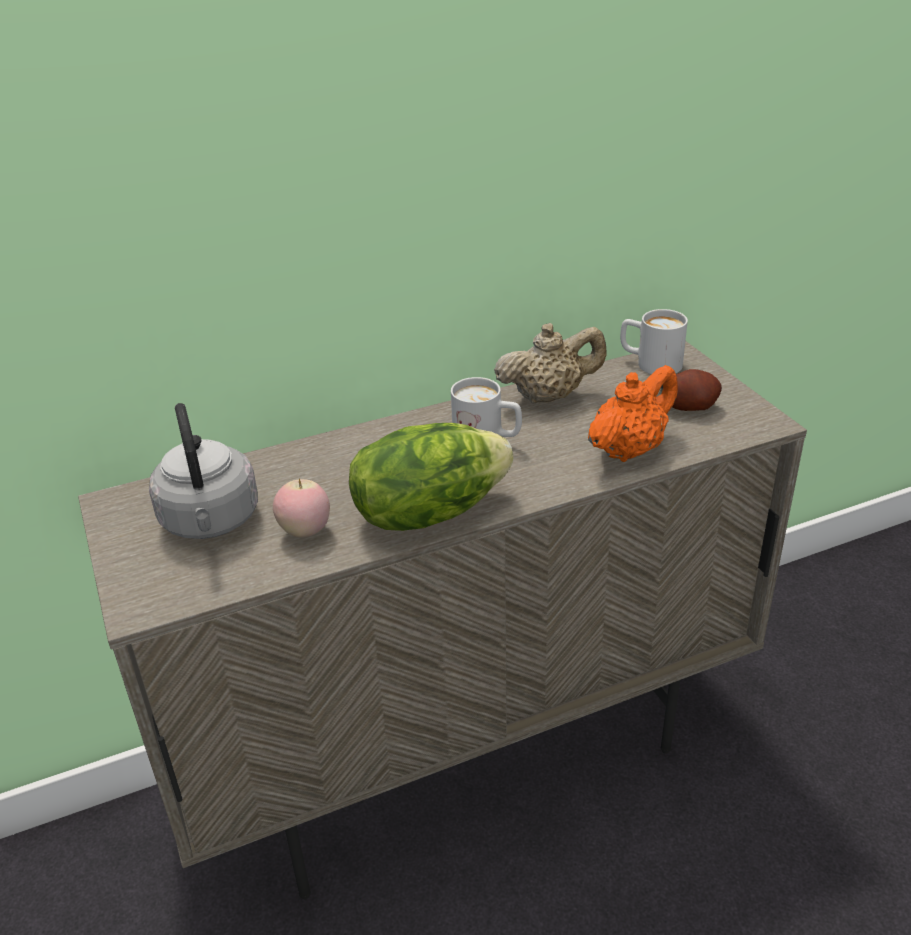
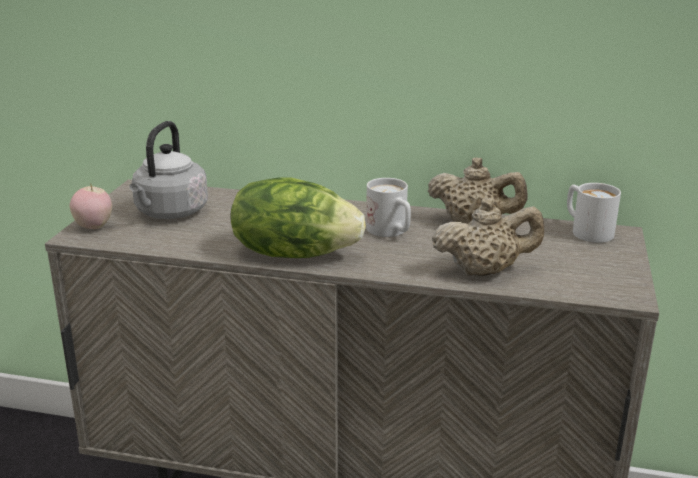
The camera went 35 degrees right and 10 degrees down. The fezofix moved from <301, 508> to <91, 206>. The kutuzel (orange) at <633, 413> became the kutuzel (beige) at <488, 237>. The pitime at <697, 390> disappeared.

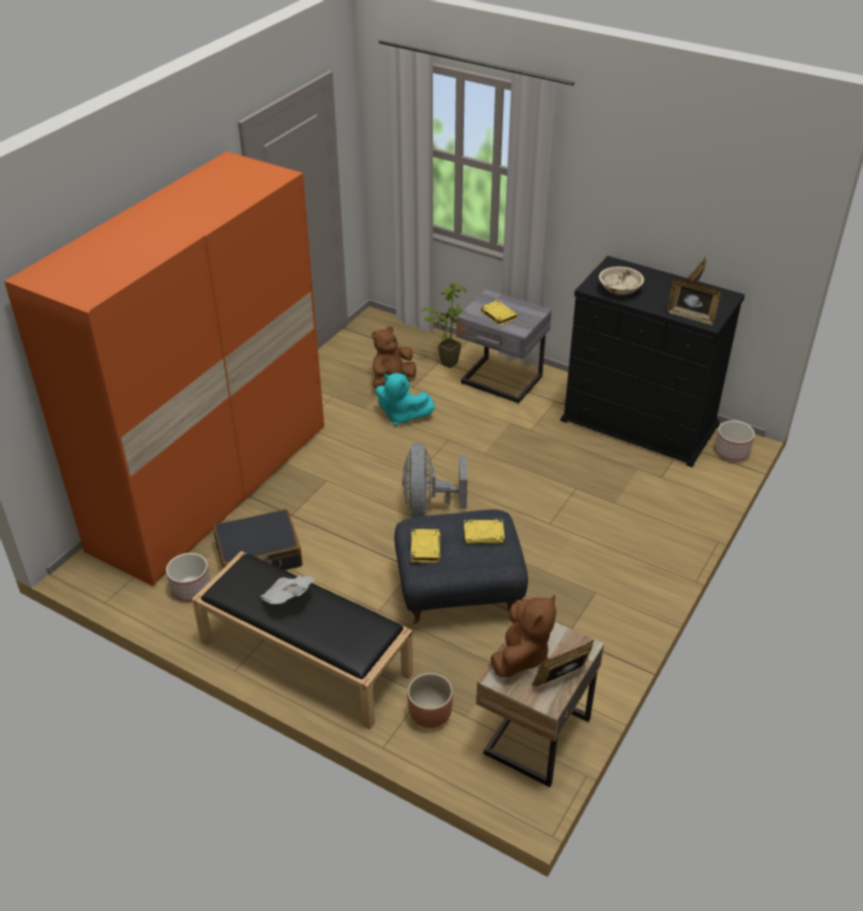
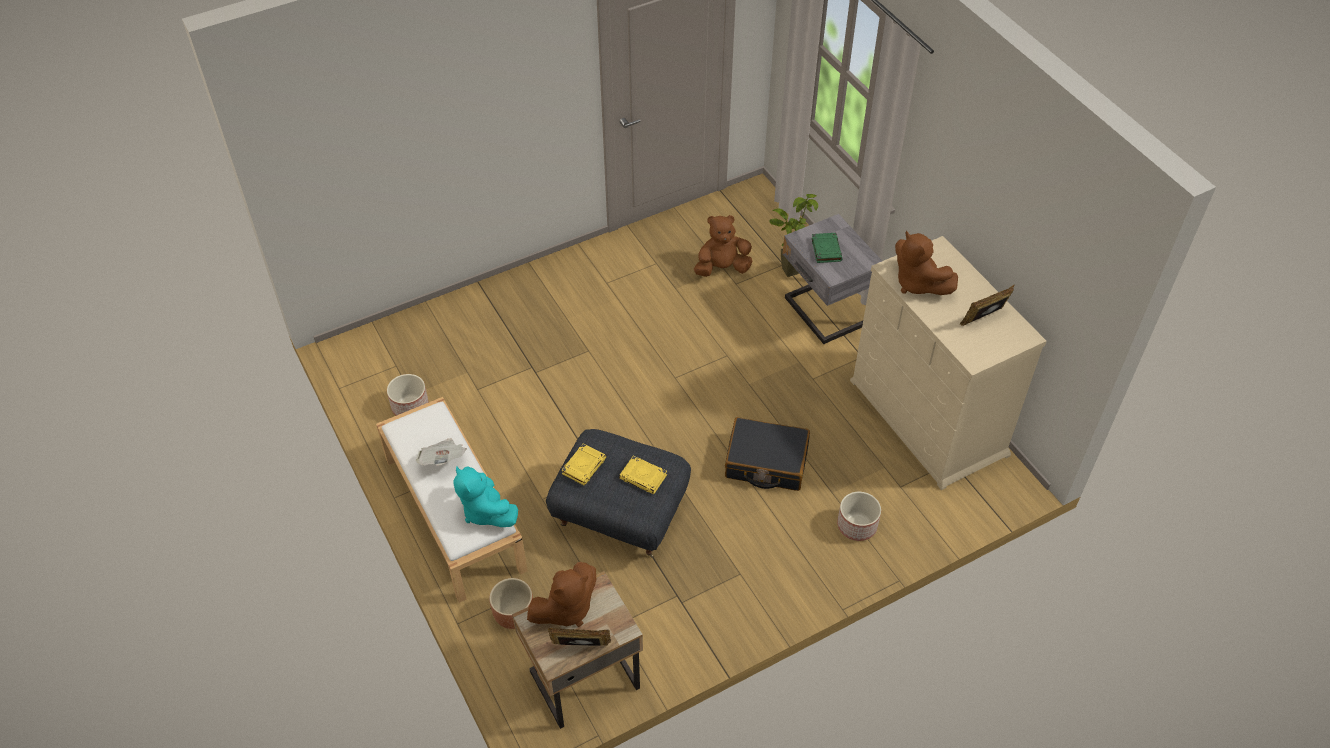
The camera went 30 degrees right and 10 degrees up. The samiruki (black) at <302, 640> became the samiruki (white) at <452, 500>. The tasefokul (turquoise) moved from <405, 399> to <485, 496>. The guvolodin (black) moved from <258, 539> to <767, 454>. The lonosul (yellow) at <499, 313> became the lonosul (green) at <826, 248>. The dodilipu moved from <734, 441> to <859, 516>. The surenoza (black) at <652, 361> became the surenoza (beige) at <948, 363>. The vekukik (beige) at <621, 280> was replaced by the tasefokul (brown) at <926, 263>. The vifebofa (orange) at <164, 368> disappeared. The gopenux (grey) at <434, 480> disappeared. The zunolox at <694, 302> disappeared.

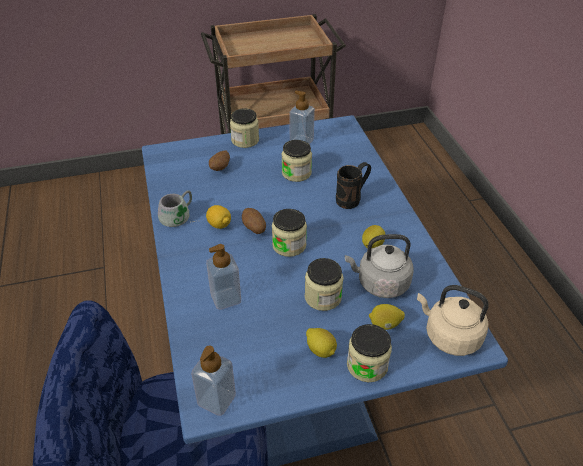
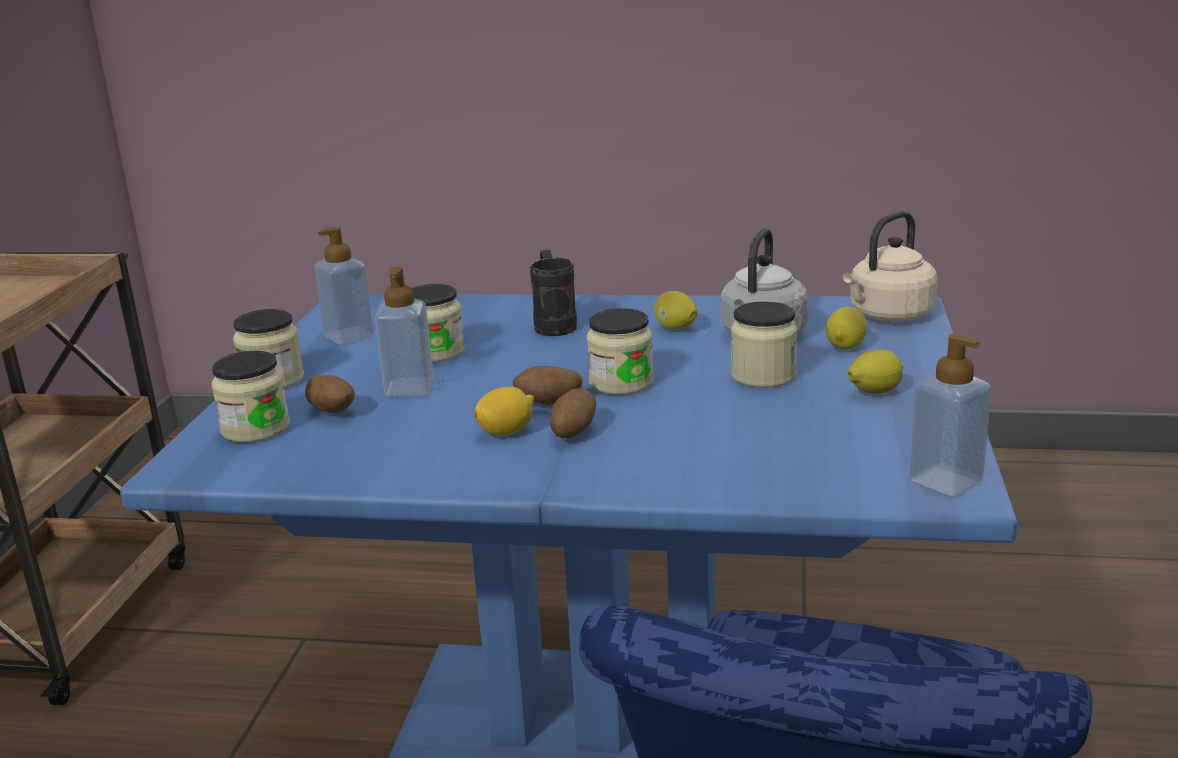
The camera went 65 degrees left and 20 degrees down. The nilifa moved from <369, 353> to <250, 397>. The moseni moved from <223, 277> to <404, 332>. The pitime at <573, 413> appeared. The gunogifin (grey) at <177, 208> disappeared.

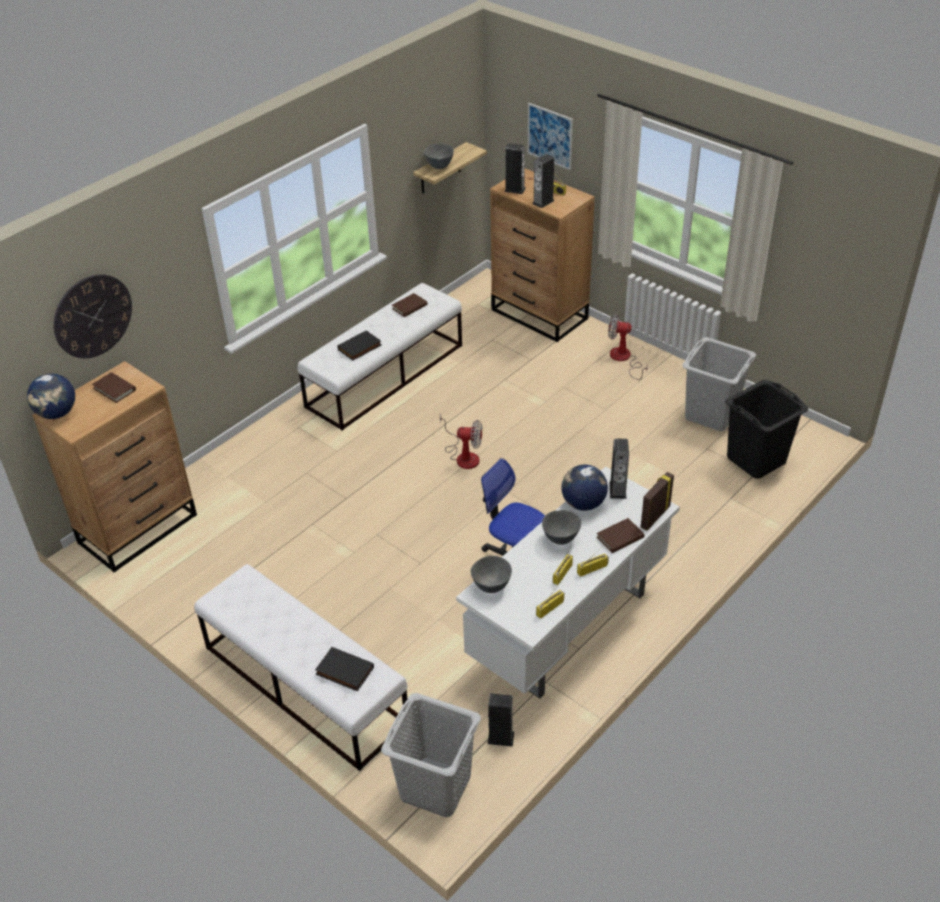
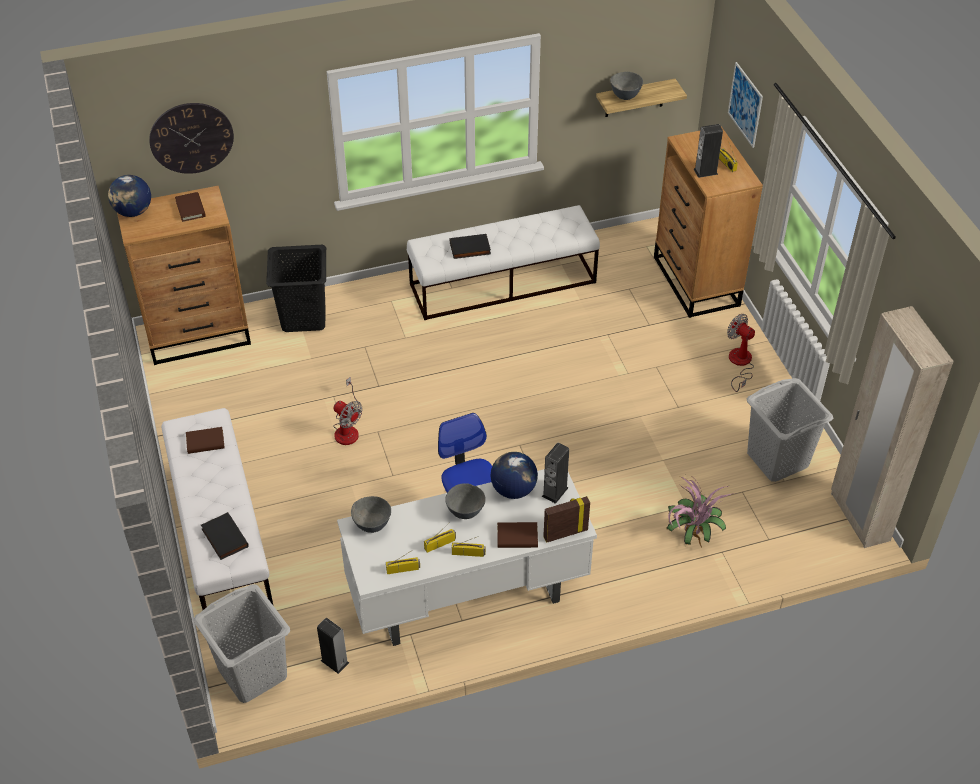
The camera went 30 degrees right and 5 degrees up. The lonosul (brown) moved from <410, 305> to <205, 440>. The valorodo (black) moved from <766, 429> to <296, 288>. The gopenux moved from <461, 441> to <348, 411>. The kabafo at <700, 511> appeared. The vifebofa (beige) at <892, 427> appeared. The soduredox at <514, 168> disappeared.

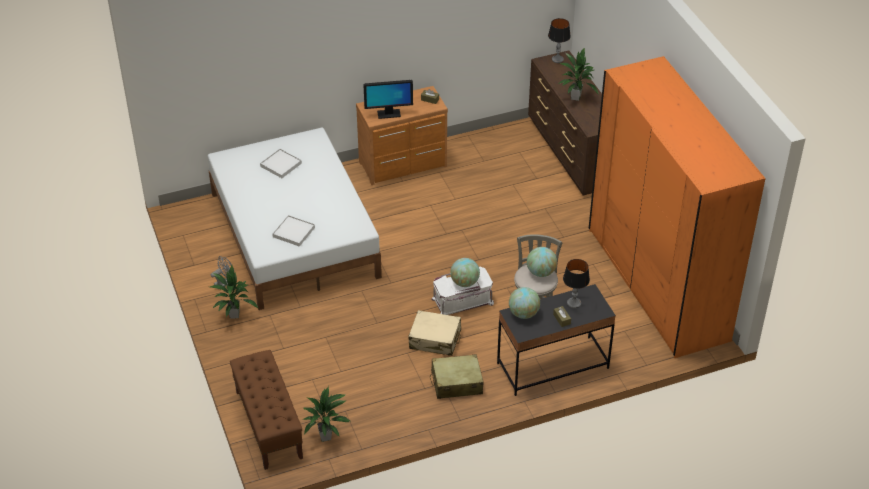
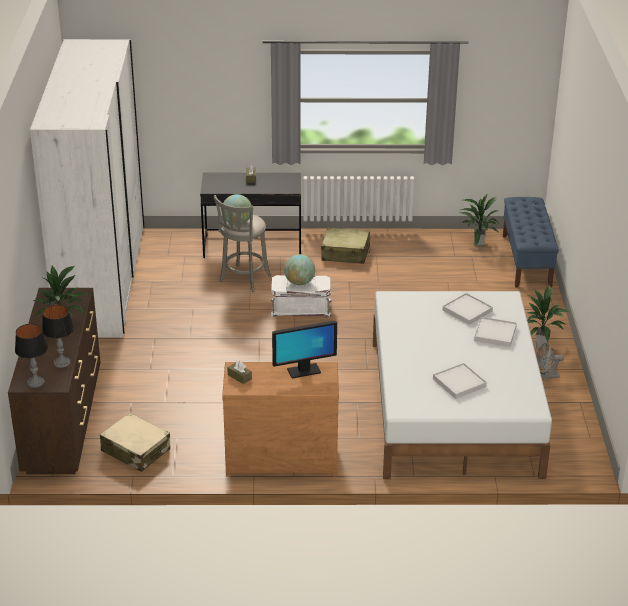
The camera went 160 degrees left and 10 degrees down. The vifebofa (orange) at <677, 207> became the vifebofa (white) at <87, 188>. The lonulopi moved from <576, 283> to <58, 336>. The guvolodin (beige) moved from <434, 333> to <135, 442>. The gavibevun at <388, 99> turned 150 degrees clockwise. The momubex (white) at <495, 332> appeared. The samiruki (brown) at <266, 410> became the samiruki (blue) at <531, 242>. The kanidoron at <524, 303> disappeared.

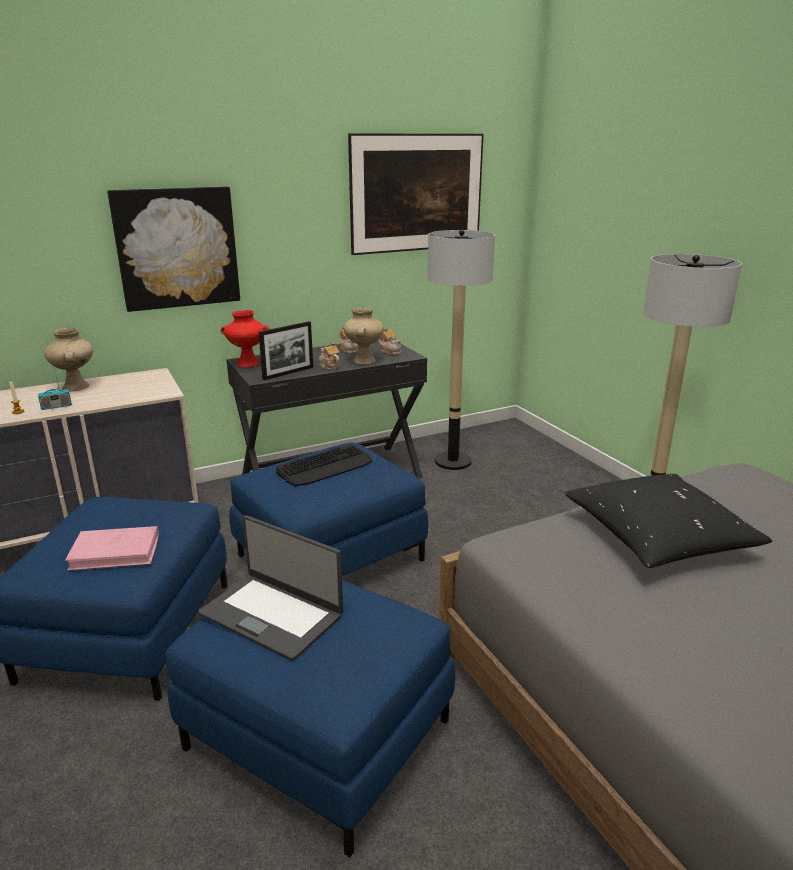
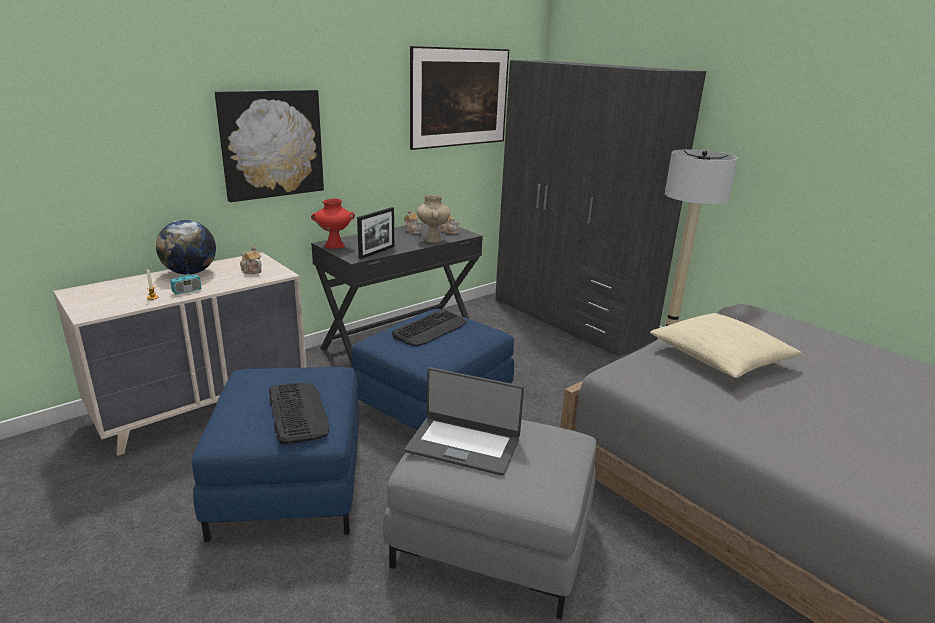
The camera went 15 degrees left and 0 degrees up. The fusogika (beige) at <68, 359> was replaced by the kanidoron at <186, 247>. The kutuzel moved from <329, 355> to <251, 260>. The lonosul (pink) at <112, 548> was replaced by the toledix at <299, 414>. The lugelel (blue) at <310, 718> became the lugelel (grey) at <489, 520>. The vifebofa (grey) at <601, 208> appeared. The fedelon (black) at <668, 521> became the fedelon (beige) at <725, 345>. The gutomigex at <461, 350> disappeared.

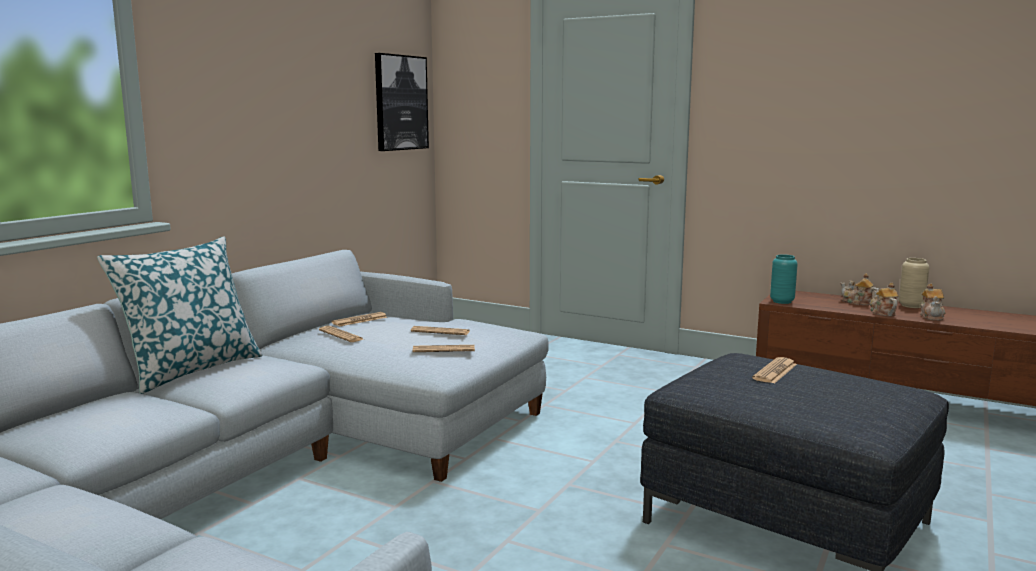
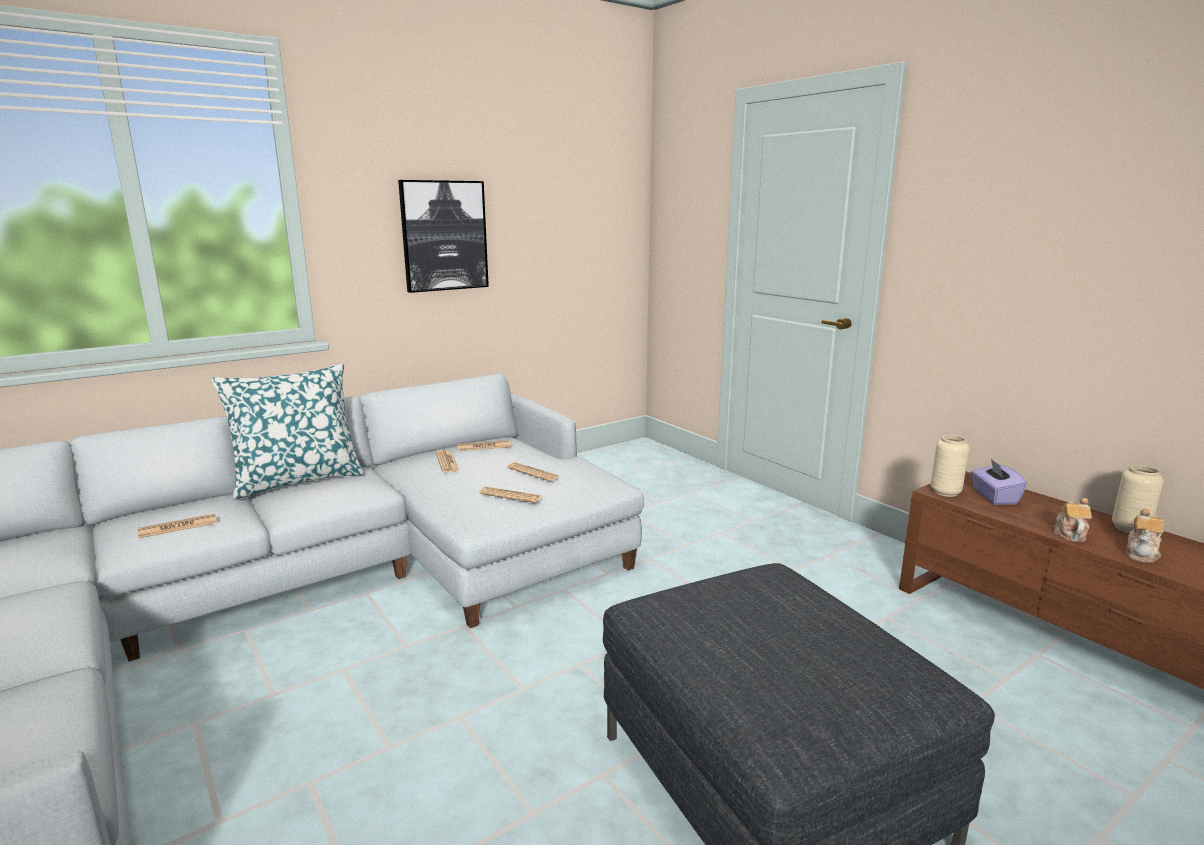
The camera went 25 degrees right and 5 degrees up. The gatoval moved from <774, 370> to <177, 526>. The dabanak moved from <402, 102> to <443, 236>. The fusogika (turquoise) at <784, 279> became the fusogika (beige) at <950, 466>. The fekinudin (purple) at <999, 482> appeared. The kutuzel at <859, 289> disappeared.

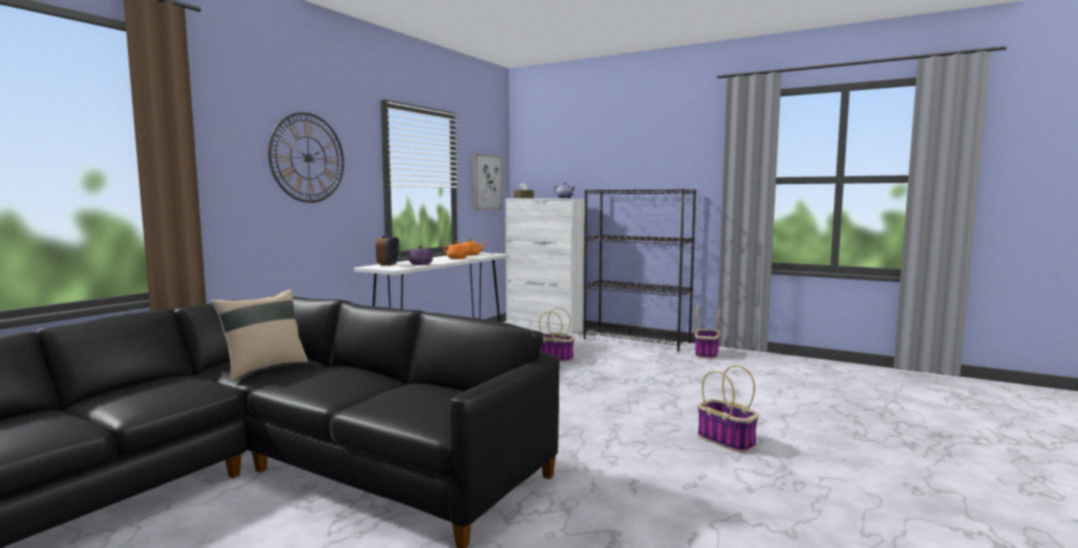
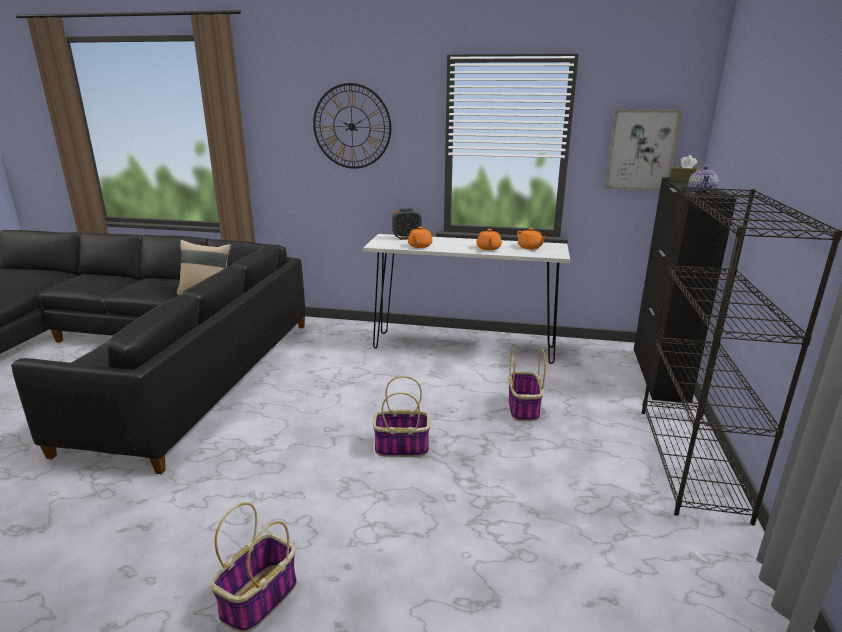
The camera went 70 degrees right and 15 degrees up. The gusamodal moved from <708, 332> to <401, 416>. The kutuzel (purple) at <421, 255> became the kutuzel (orange) at <420, 237>. The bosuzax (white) at <544, 267> became the bosuzax (black) at <685, 290>.

